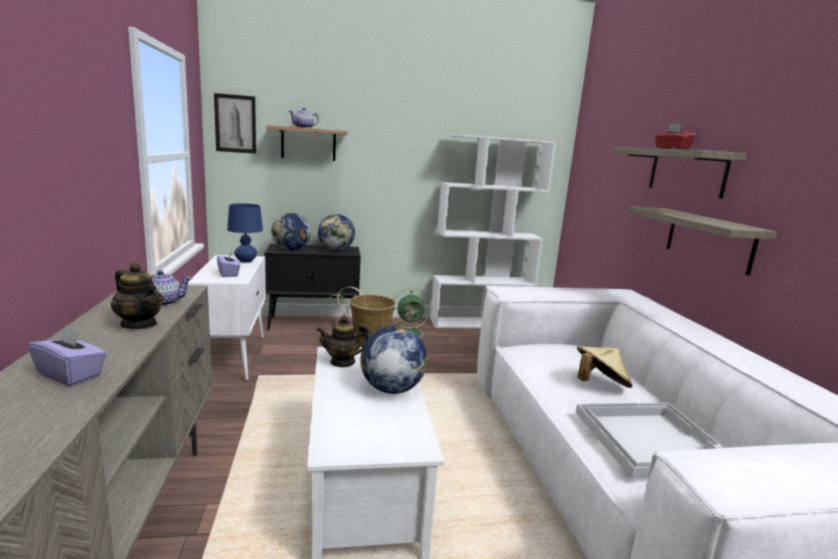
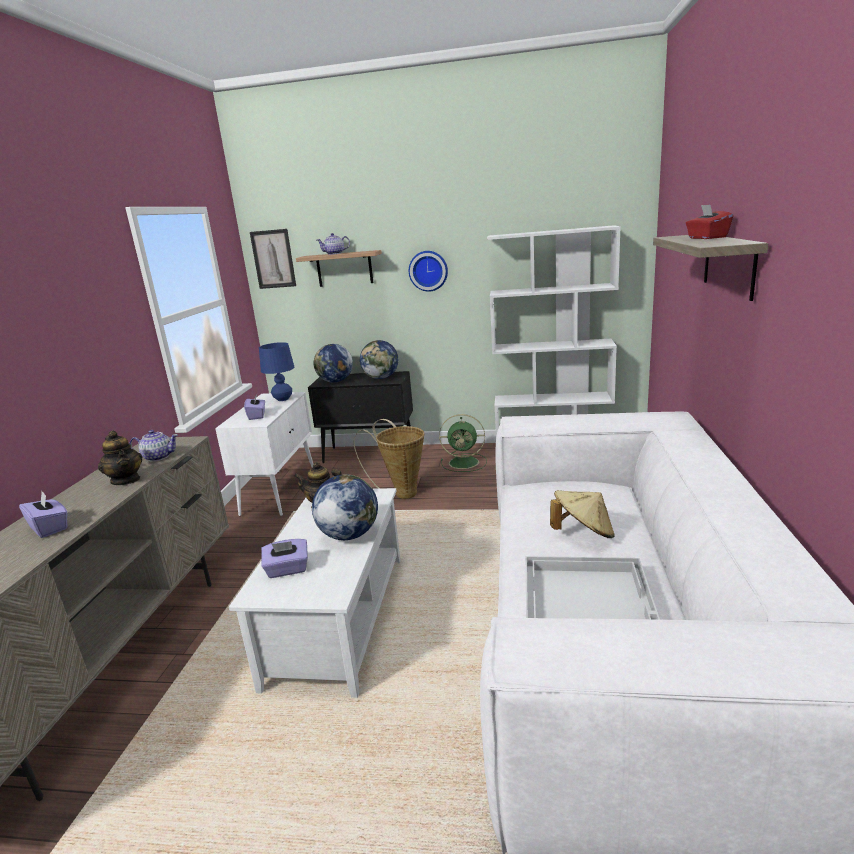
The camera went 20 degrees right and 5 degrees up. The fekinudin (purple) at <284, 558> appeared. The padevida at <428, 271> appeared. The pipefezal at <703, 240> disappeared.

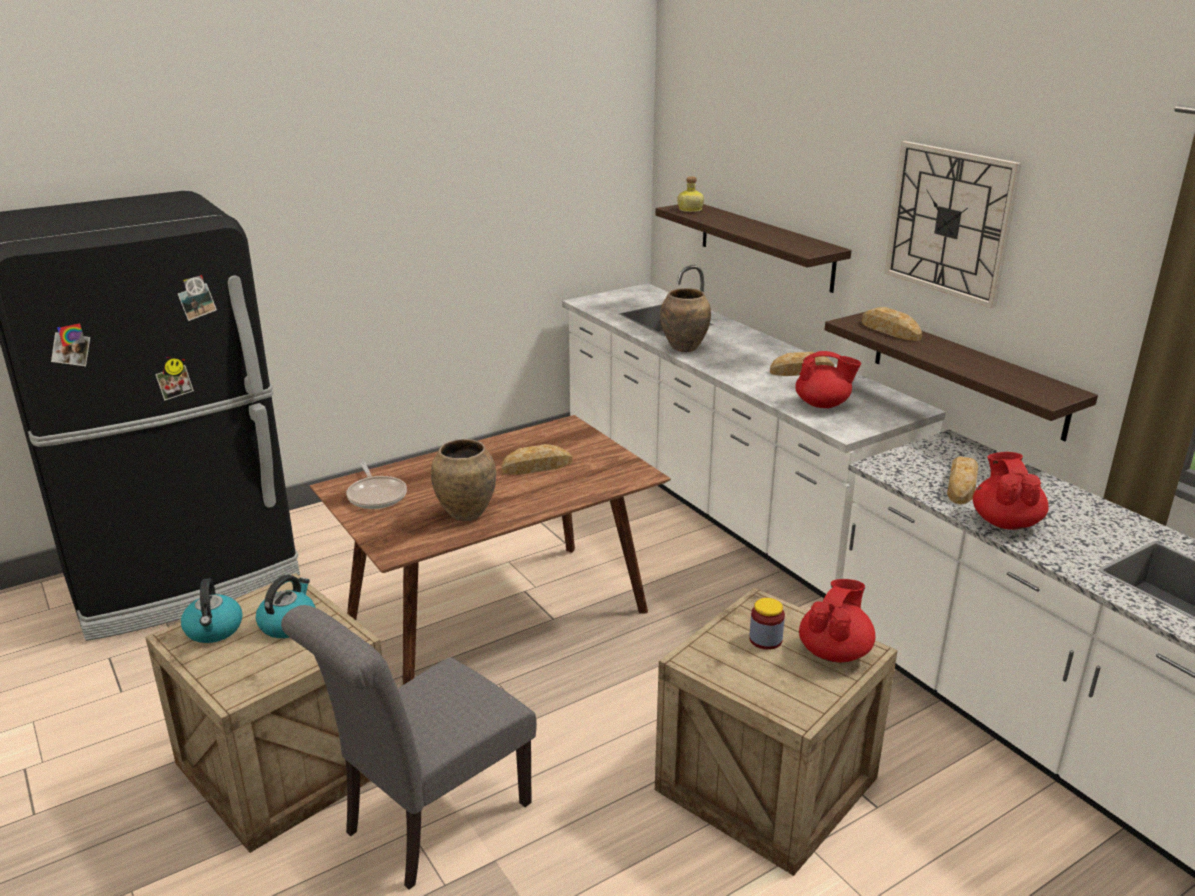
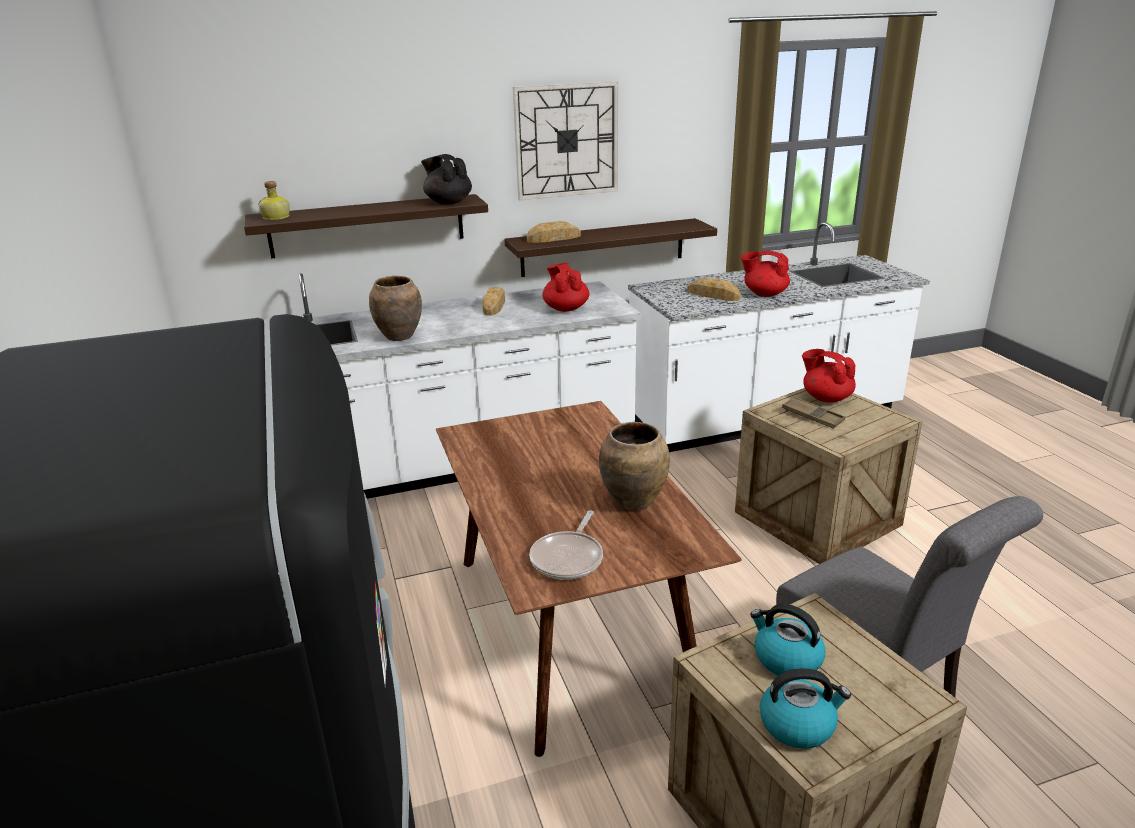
The camera went 75 degrees left and 0 degrees up. The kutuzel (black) at <446, 179> appeared. The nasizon at <376, 486> turned 120 degrees clockwise. The kutuzel (red) at <828, 379> turned 45 degrees counterclockwise. The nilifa at <767, 624> was replaced by the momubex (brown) at <813, 413>. The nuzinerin at <537, 459> disappeared.

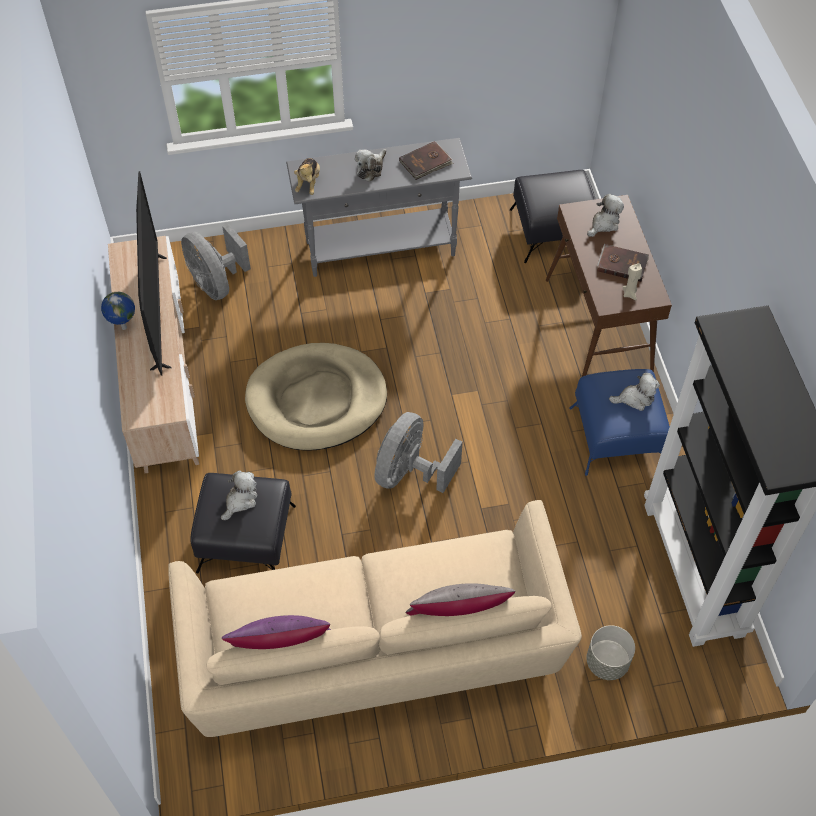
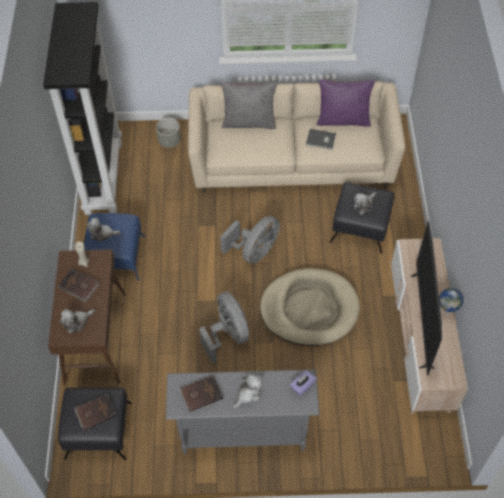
The camera went 170 degrees left and 0 degrees up. The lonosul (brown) at <95, 412> appeared. The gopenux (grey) moved from <216, 261> to <224, 327>. The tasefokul at <307, 176> was replaced by the fekinudin (purple) at <303, 383>. The lonosul (grey) at <321, 139> appeared.

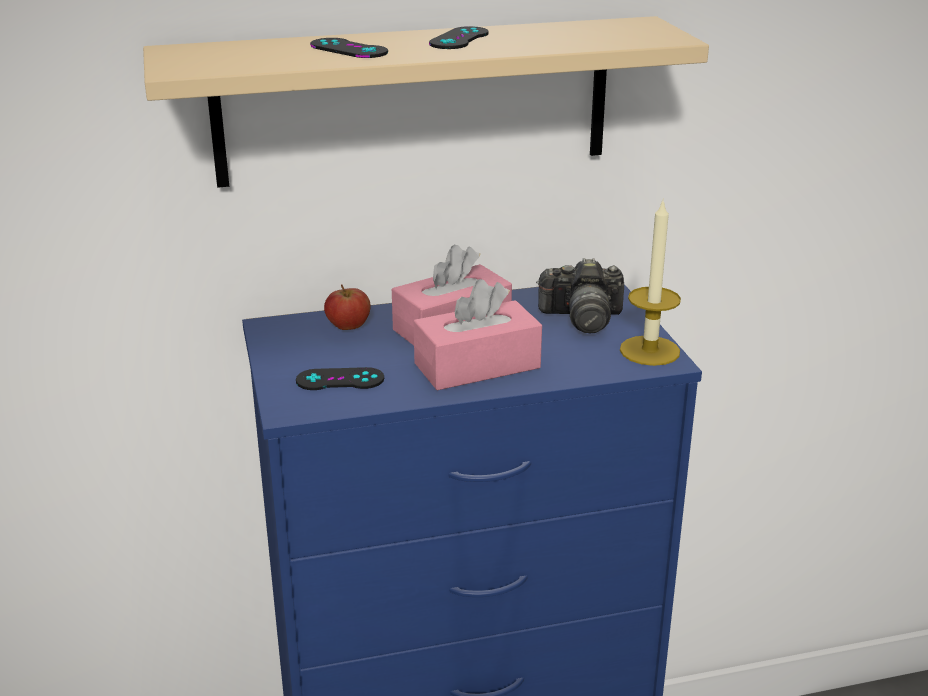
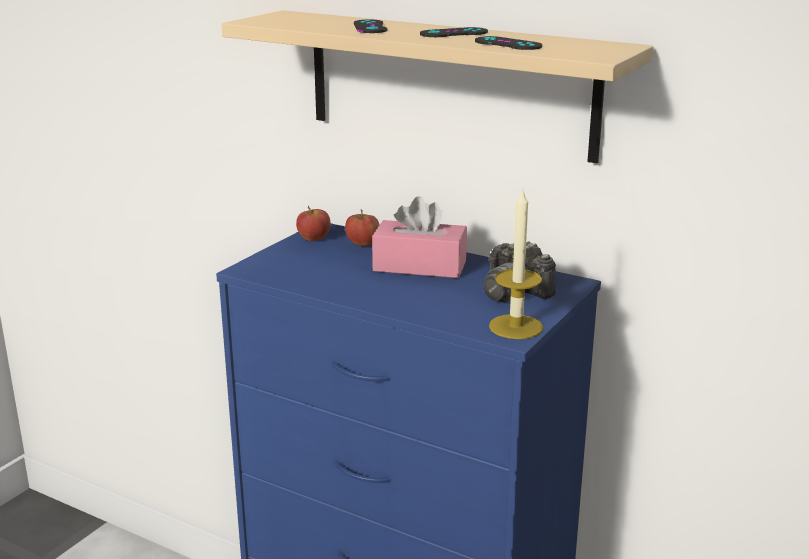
The camera went 45 degrees right and 5 degrees down. The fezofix at <313, 223> appeared. The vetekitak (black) moved from <340, 378> to <508, 43>. The fekinudin (pink) at <477, 334> disappeared.

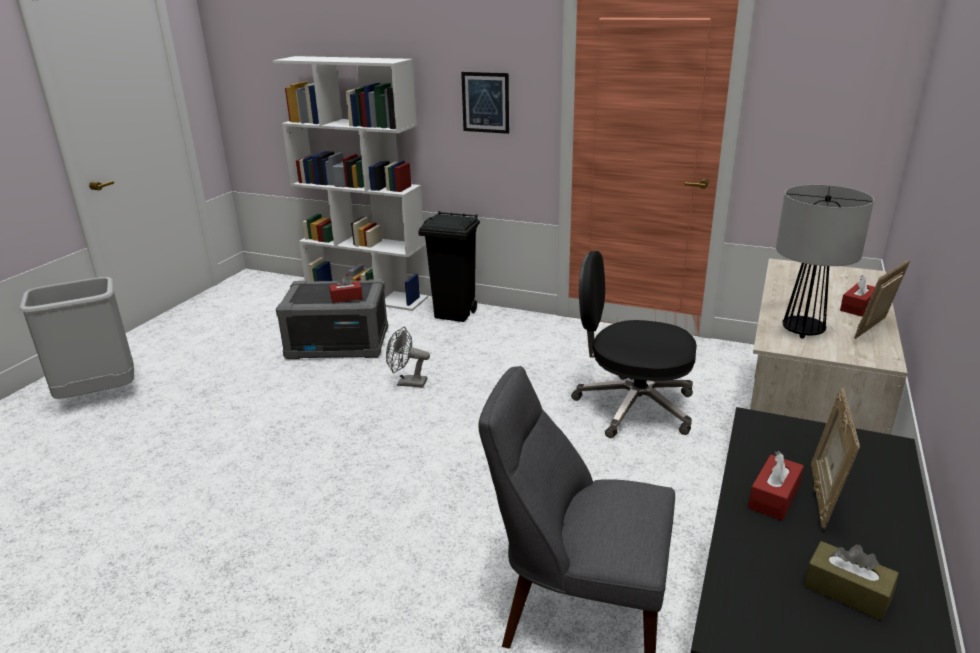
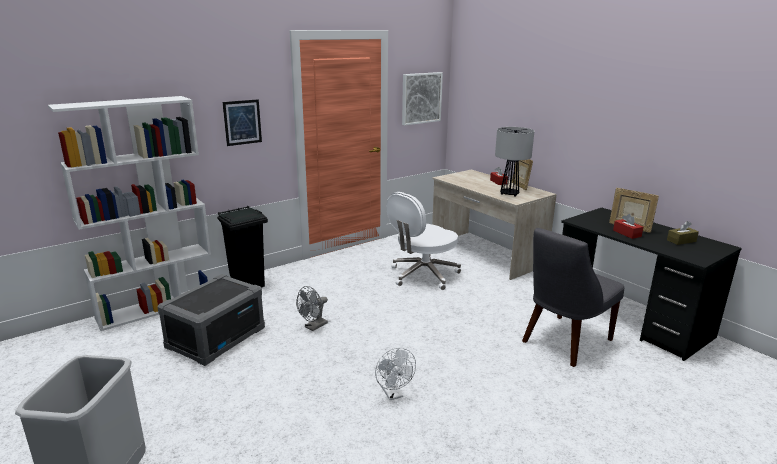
The camera went 60 degrees left and 5 degrees down. The gopenux (white) at <395, 374> appeared. The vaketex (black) at <634, 344> became the vaketex (white) at <424, 241>. The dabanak at <422, 99> appeared. The fekinudin (red) at <346, 289> disappeared.

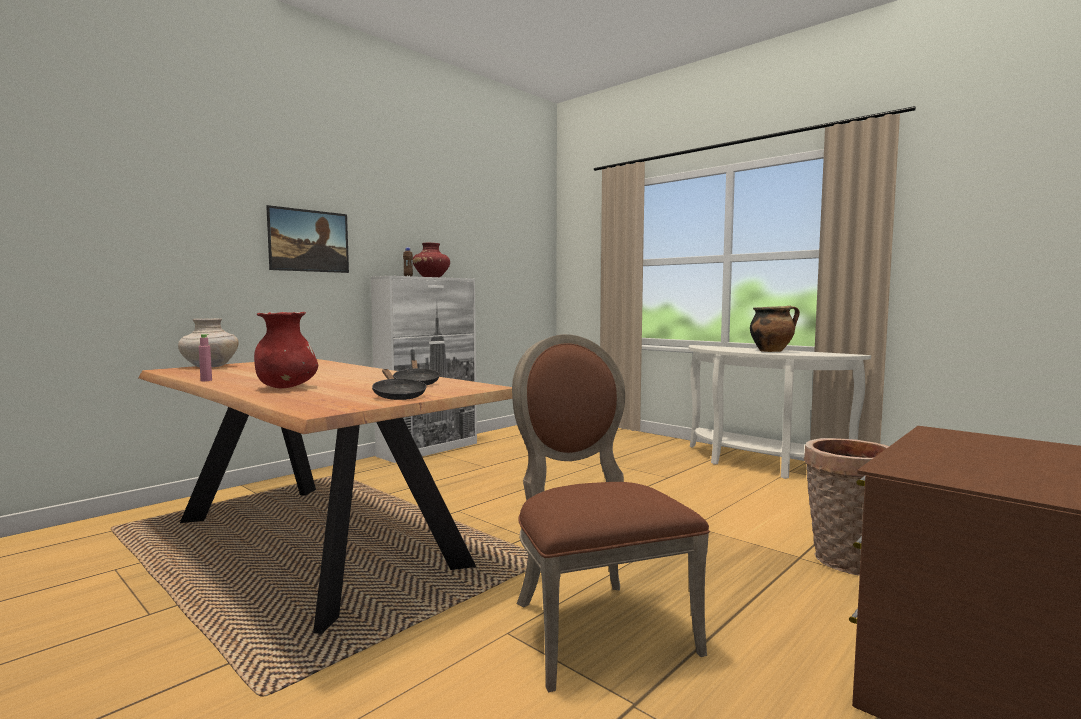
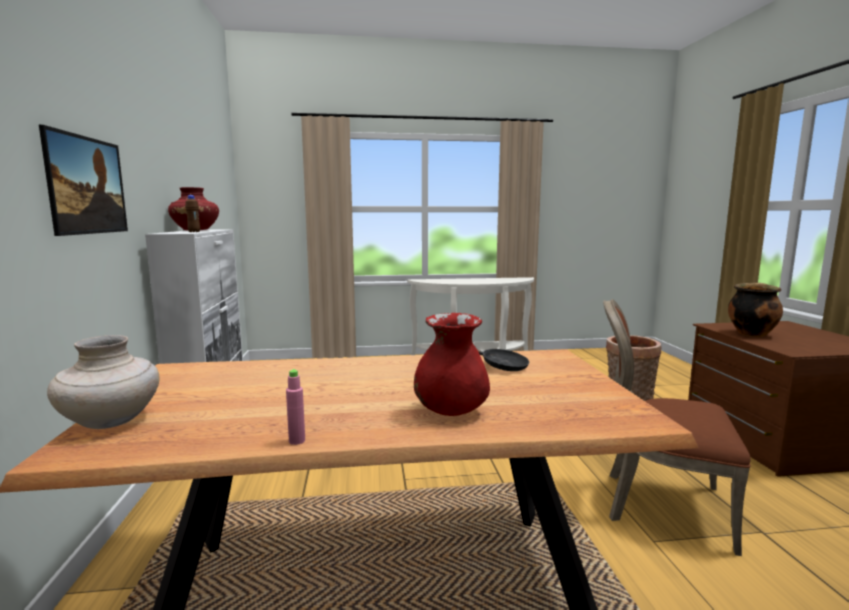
The camera went 50 degrees left and 5 degrees up. The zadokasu moved from <775, 329> to <755, 310>. The nasizon (black) at <399, 384> disappeared.

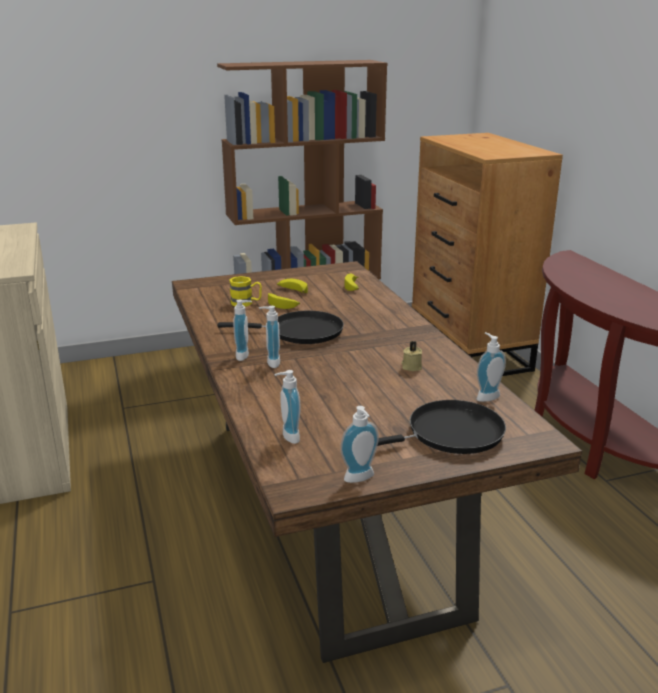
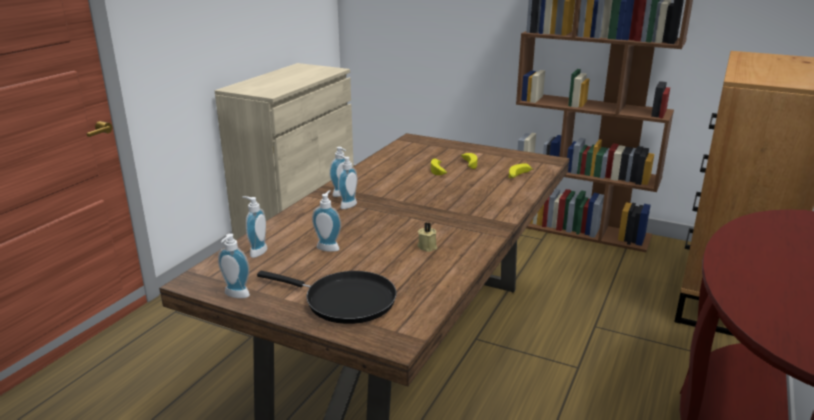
The camera went 45 degrees right and 0 degrees up. The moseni moved from <491, 367> to <326, 221>. The nasizon (black) at <280, 327> disappeared. The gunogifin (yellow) at <245, 291> disappeared.

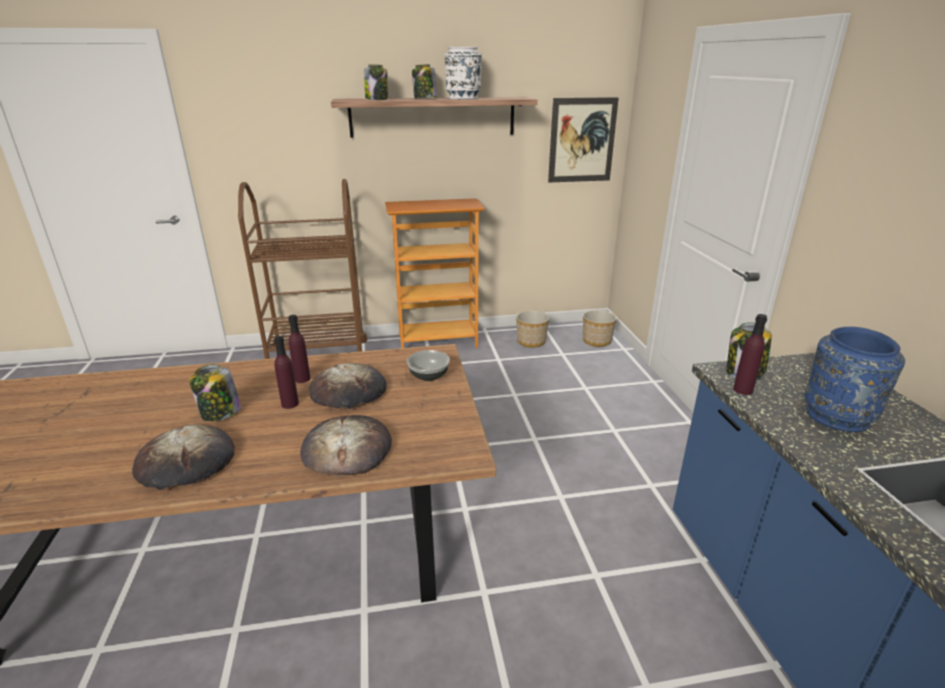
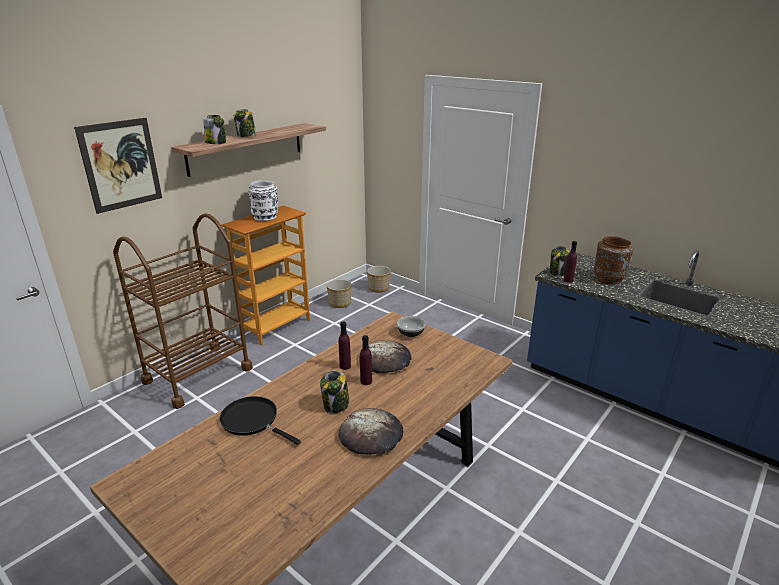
The camera went 40 degrees left and 0 degrees up. The dabanak moved from <583, 139> to <118, 166>. The nasizon (black) at <260, 420> appeared. The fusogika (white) moved from <463, 73> to <263, 200>. The fusogika (blue) at <854, 379> became the fusogika (brown) at <613, 260>. The nuzinerin at <346, 445> disappeared.

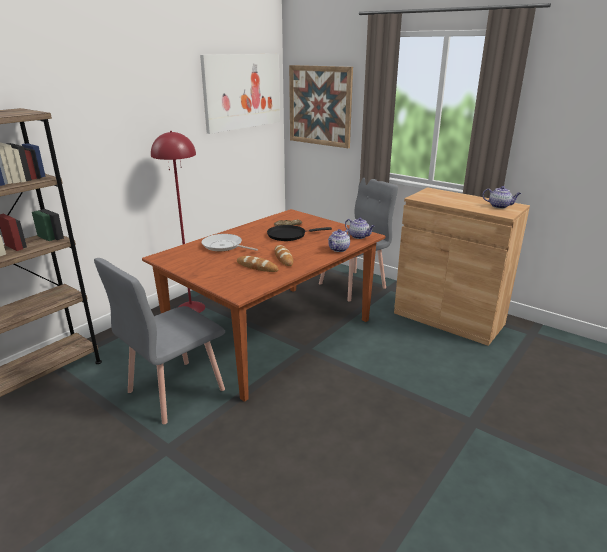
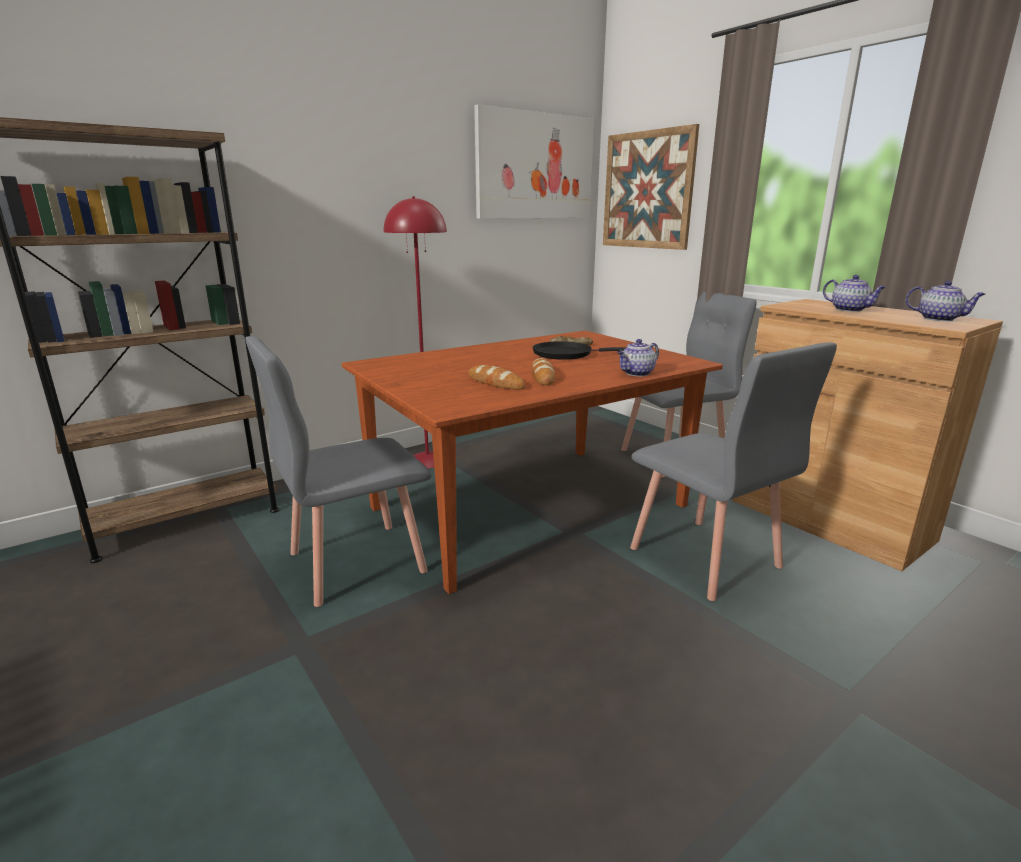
The camera went 15 degrees right and 5 degrees down. The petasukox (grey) at <733, 471> appeared. The kutuzel moved from <360, 228> to <854, 293>. The nasizon at <230, 242> disappeared.

